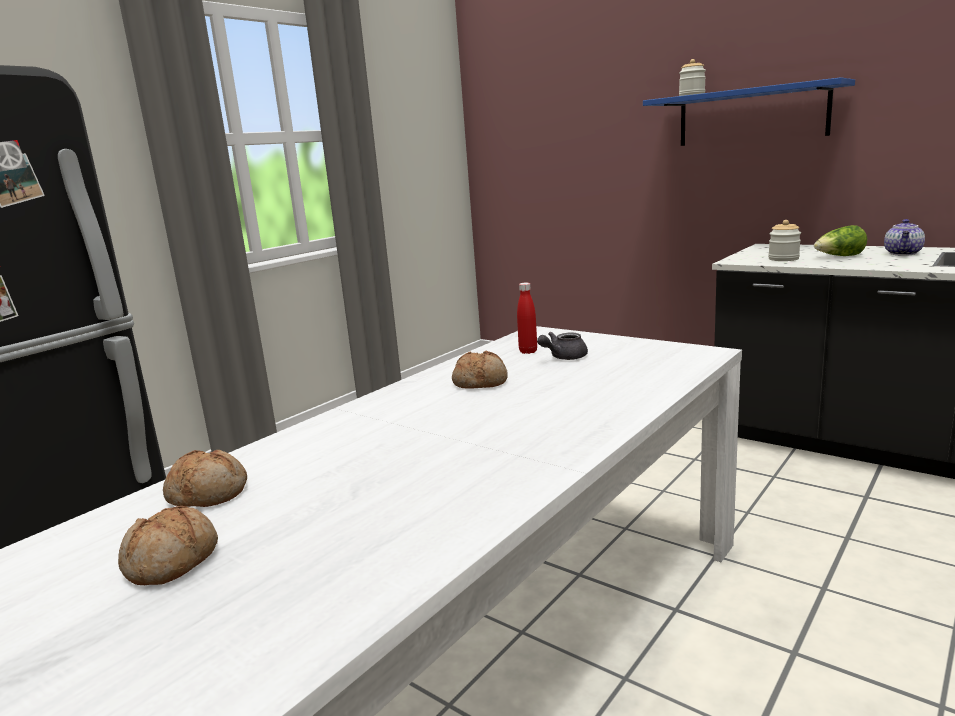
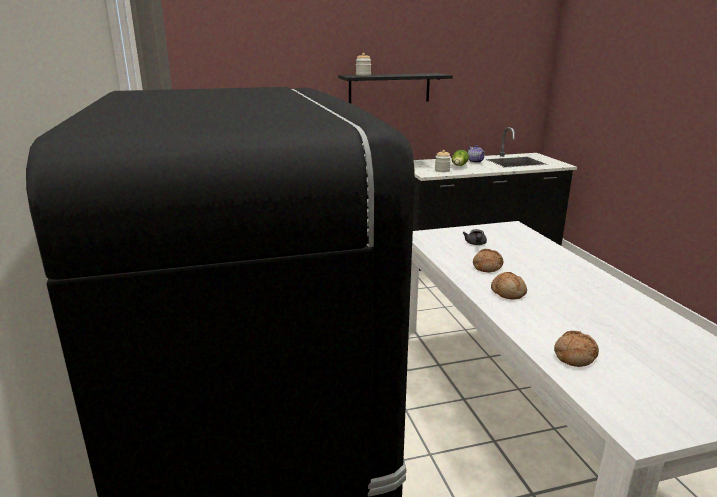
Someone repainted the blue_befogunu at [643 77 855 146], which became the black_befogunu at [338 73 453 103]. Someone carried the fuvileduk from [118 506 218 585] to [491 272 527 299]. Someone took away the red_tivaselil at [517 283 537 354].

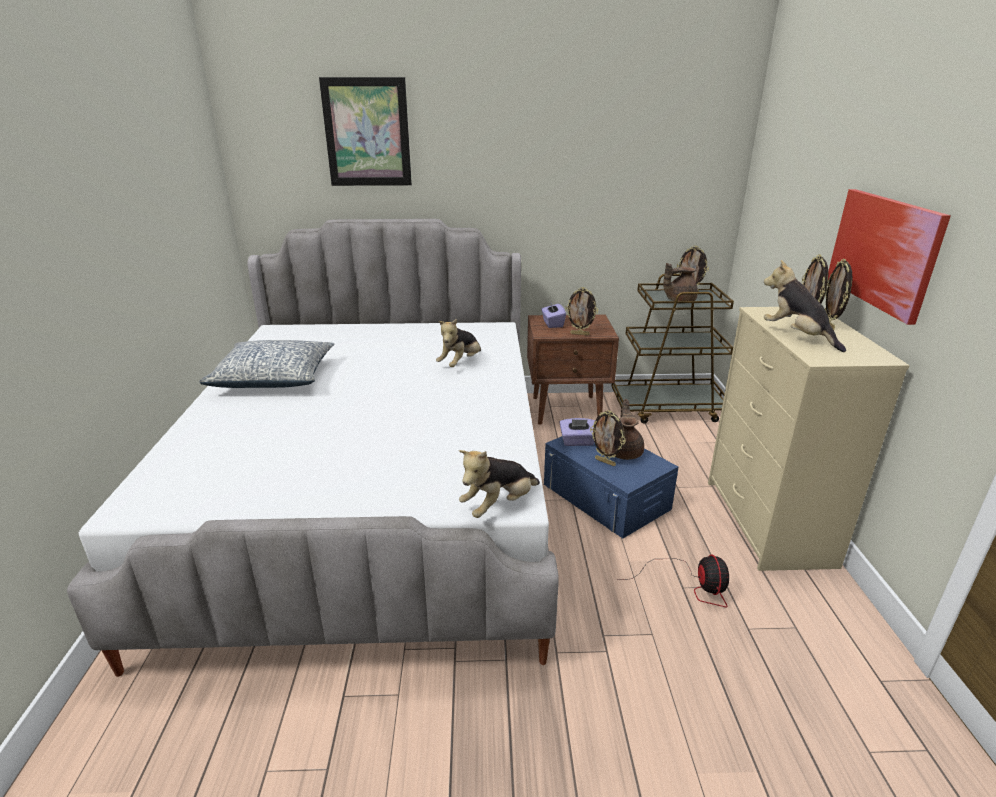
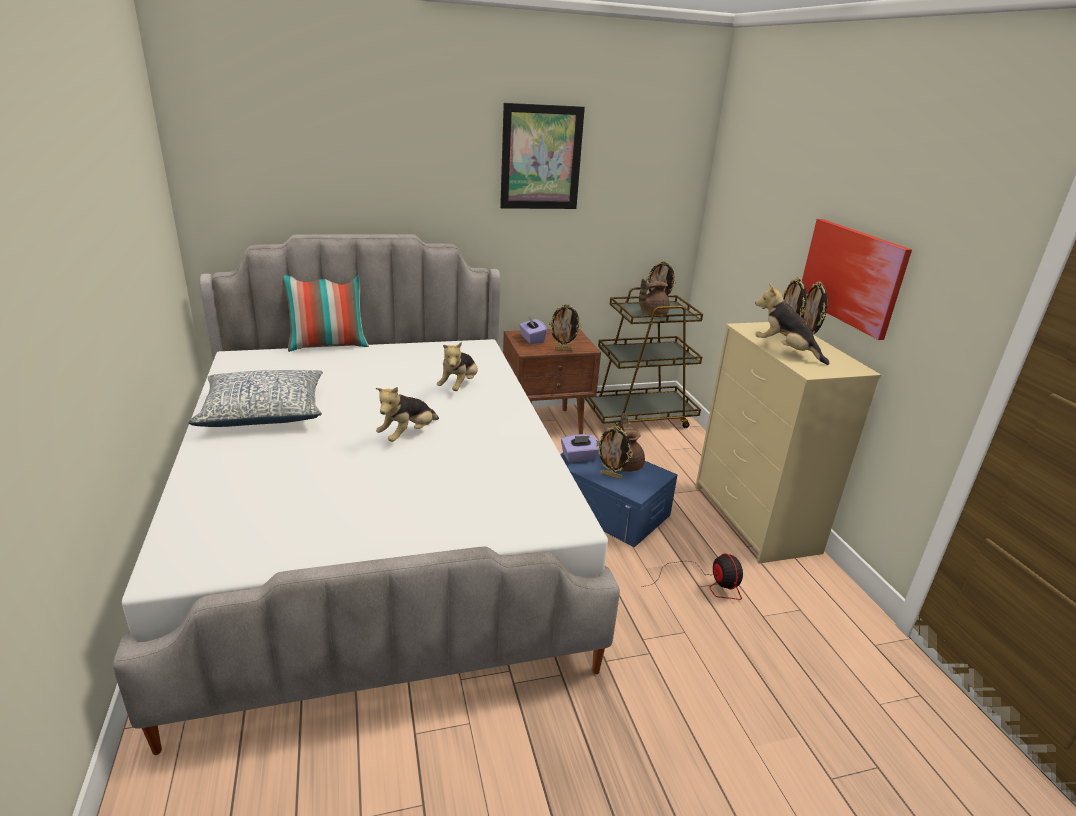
Someone put down the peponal at [282 275 369 352]. Someone carried the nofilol from [459 450 540 518] to [376 387 439 442]. Someone carried the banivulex from [319 77 412 186] to [500 103 585 209].

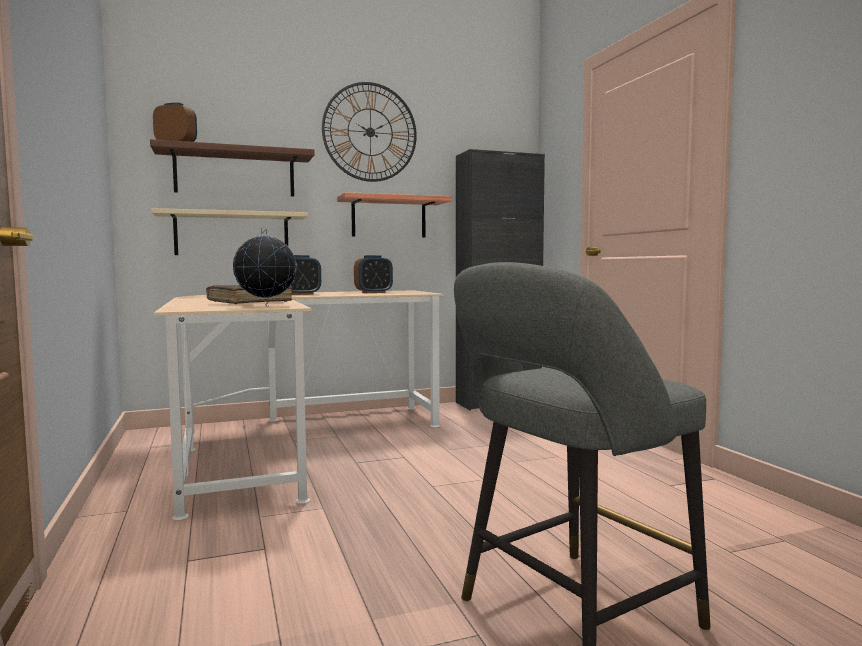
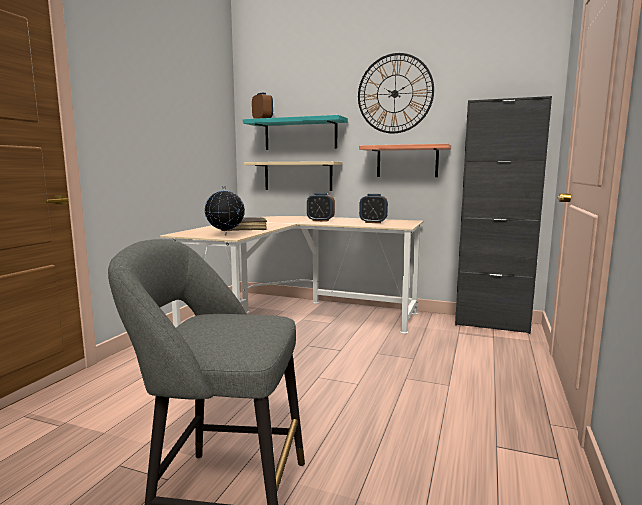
Someone repainted the brown_befogunu at [150 139 315 197], which became the turquoise_befogunu at [243 115 348 150].

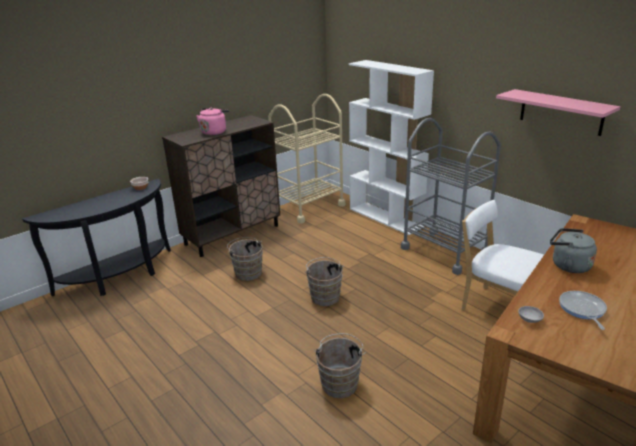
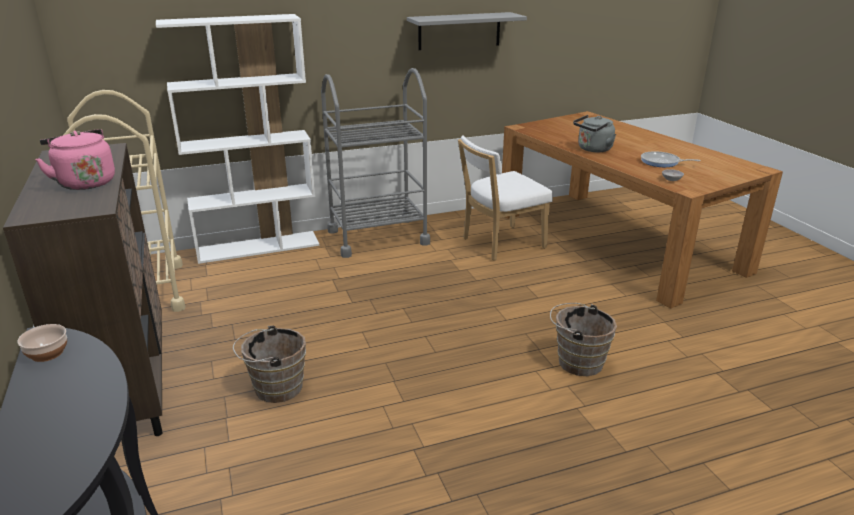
Someone repainted the pink_befogunu at [496 89 620 136], which became the grey_befogunu at [407 12 527 50]. Someone took away the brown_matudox at [305 257 344 306].

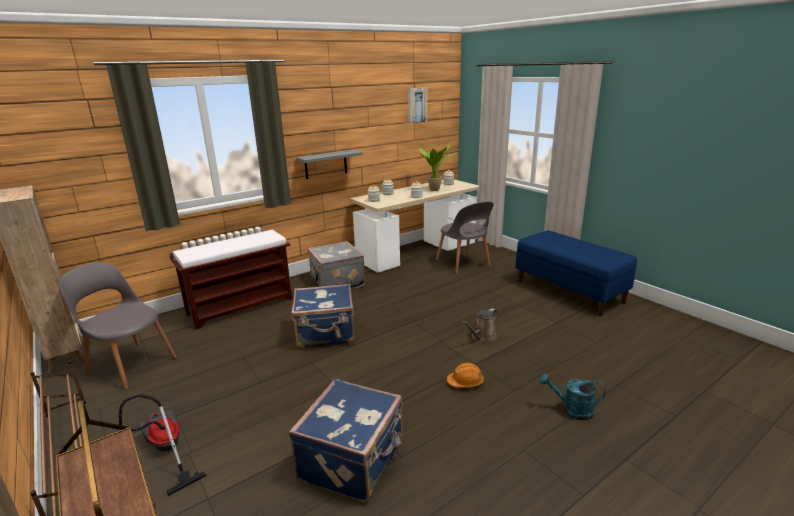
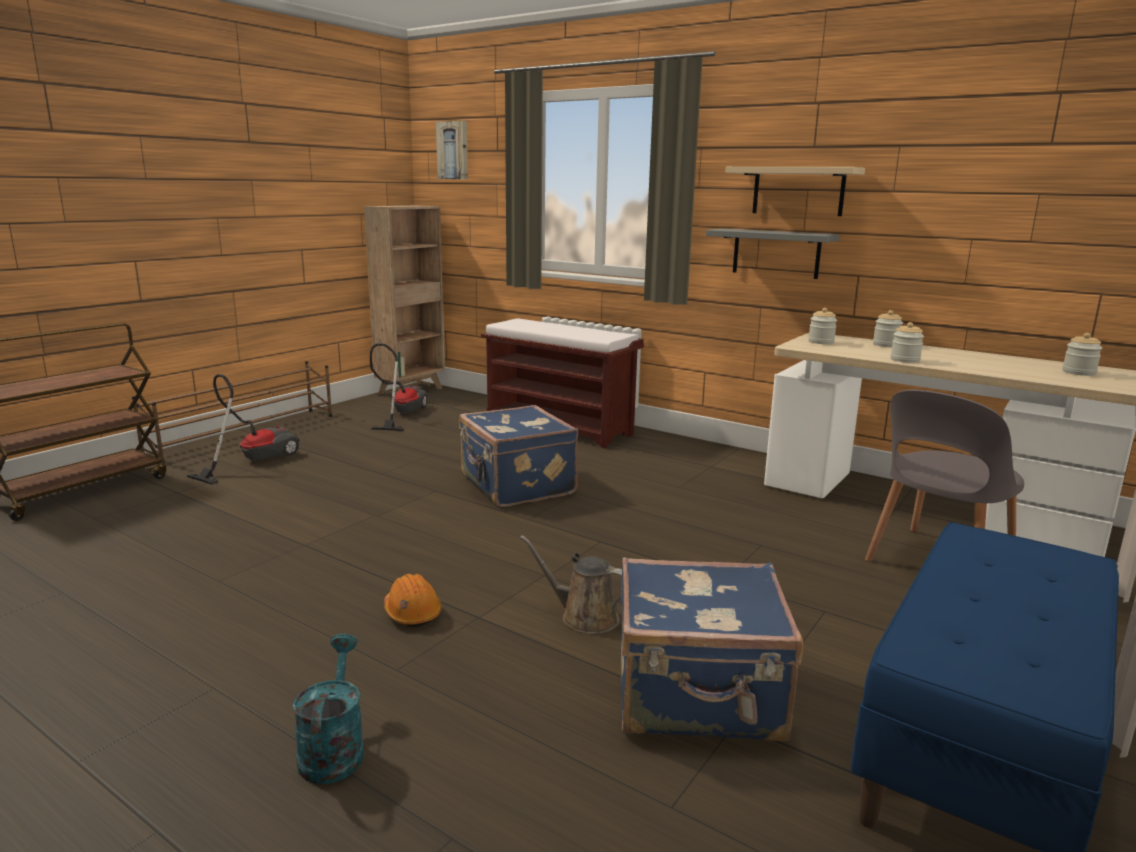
Someone swapped the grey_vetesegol at [59 262 177 390] for the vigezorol at [370 343 428 431]. Someone carried the banivulex from [408 87 428 123] to [436 121 468 180]. Someone carried the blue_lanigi from [289 379 403 502] to [620 557 803 742]. Someone put up the beige_befogunu at [725 167 865 216]. Someone took away the grey_lanigi at [308 241 366 289]. Someone took away the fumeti at [416 140 457 191].

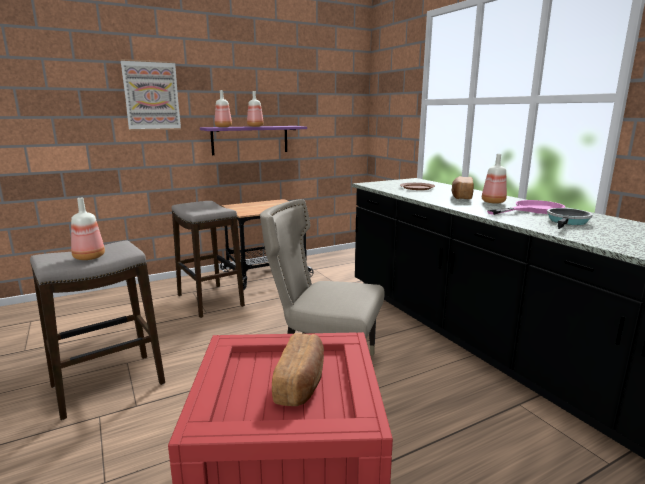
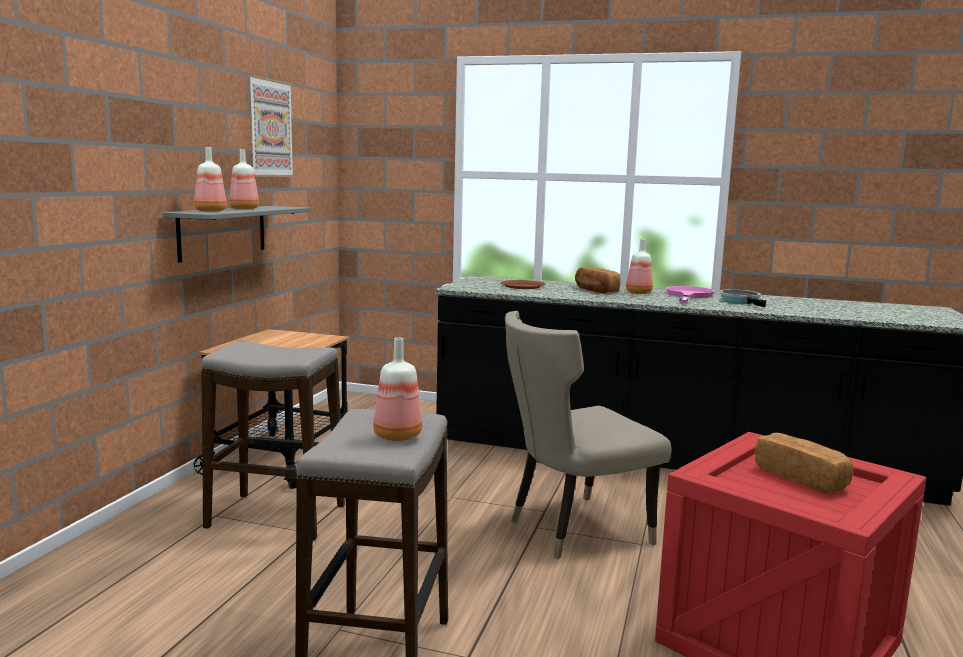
Someone repainted the purple_befogunu at [200 126 307 155], which became the grey_befogunu at [162 206 311 263]. Someone carried the banivulex from [121 59 181 131] to [248 75 295 177].

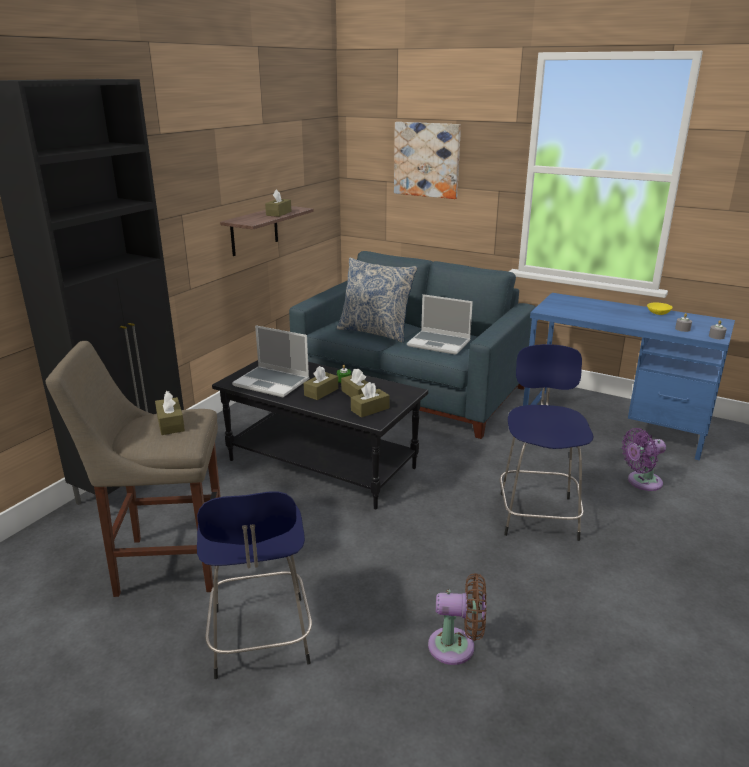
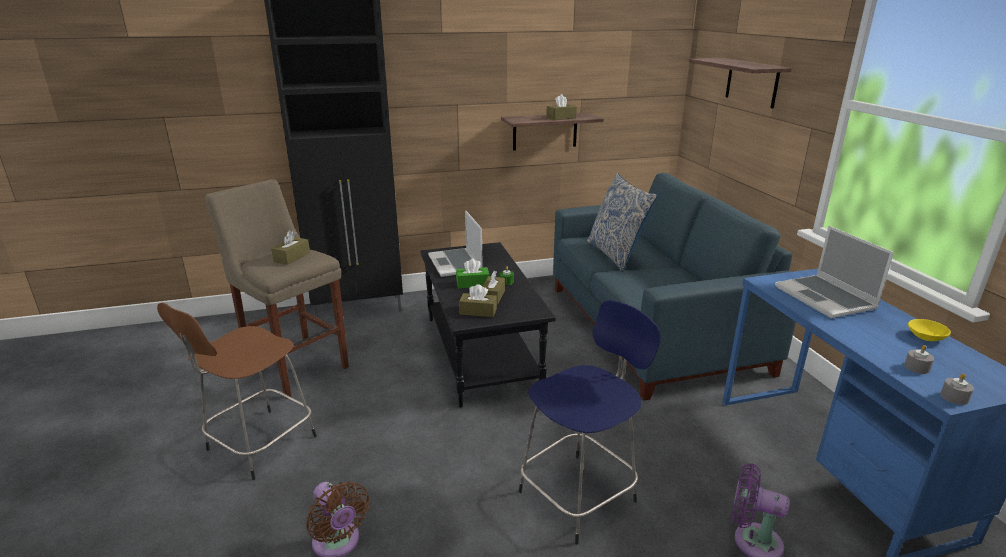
Someone repainted the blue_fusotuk at [197 491 312 679], which became the brown_fusotuk at [157 303 317 480]. Someone repainted the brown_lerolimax at [304 366 338 400], which became the green_lerolimax at [456 259 489 288]. Someone swapped the banivulex at [394 122 461 199] for the befogunu at [689 58 792 109]. Someone carried the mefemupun from [407 294 473 355] to [775 226 894 318].

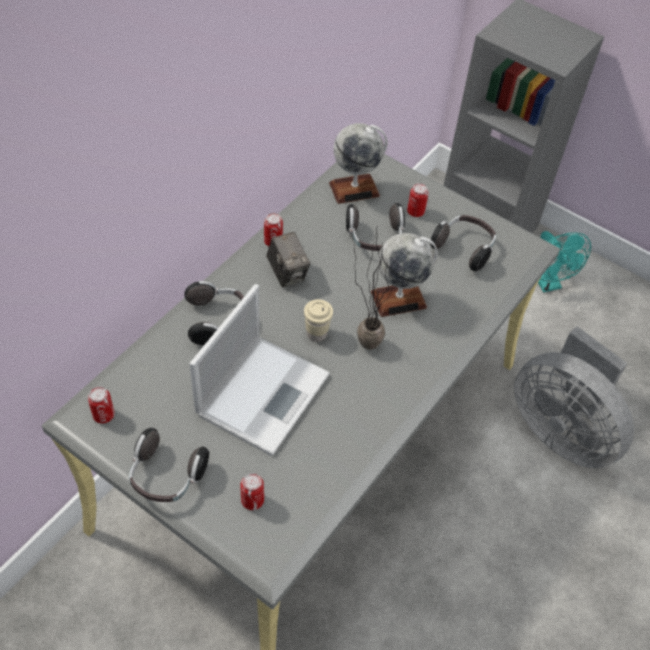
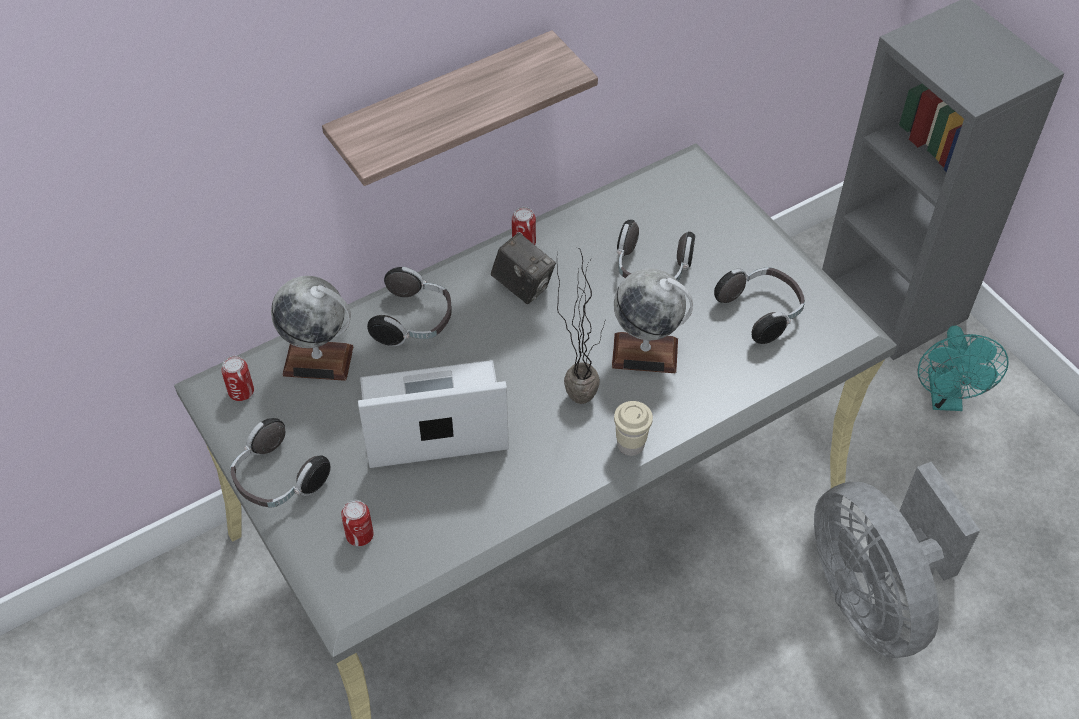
Someone carried the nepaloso from [329 123 388 204] to [271 276 354 381]. Someone put up the befogunu at [322 30 598 186]. Someone rotated the mefemupun at [189 284 330 456] by 150 degrees counterclockwise. Someone rotated the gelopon at [267 232 310 287] by 45 degrees counterclockwise. Someone carried the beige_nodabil from [304 299 333 342] to [614 401 653 456]. Someone took away the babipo at [407 183 429 217].

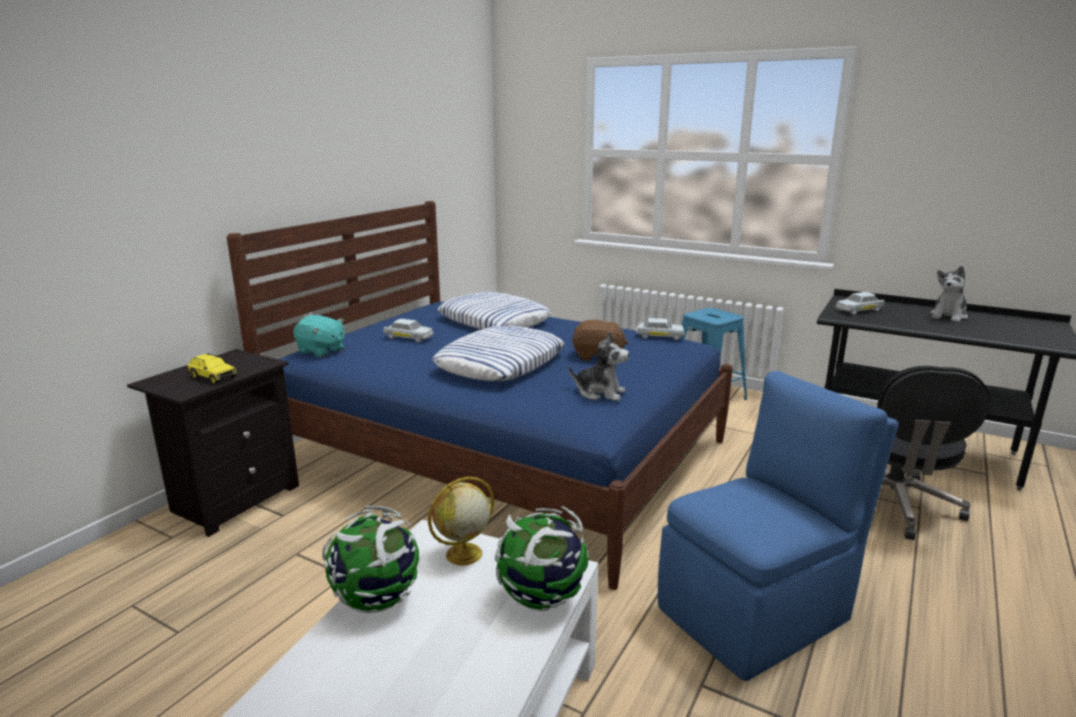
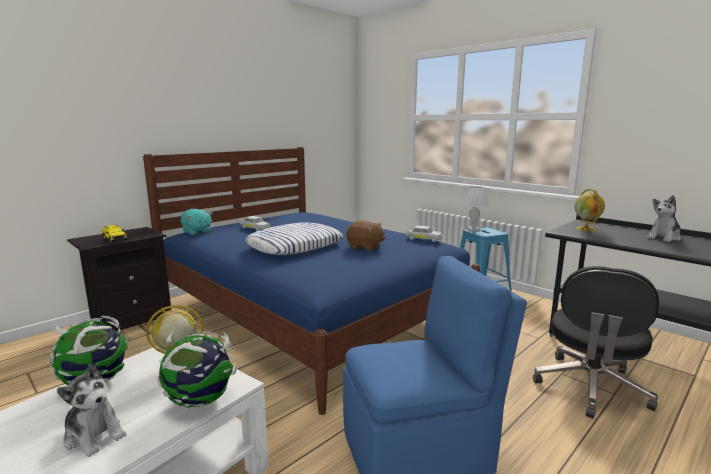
Someone carried the nofilol from [568 331 629 401] to [57 363 126 457]. Someone put down the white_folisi at [462 186 489 232]. Someone swapped the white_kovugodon at [835 292 885 315] for the nepaloso at [574 189 605 232]. Someone took away the peponal at [438 292 551 329].

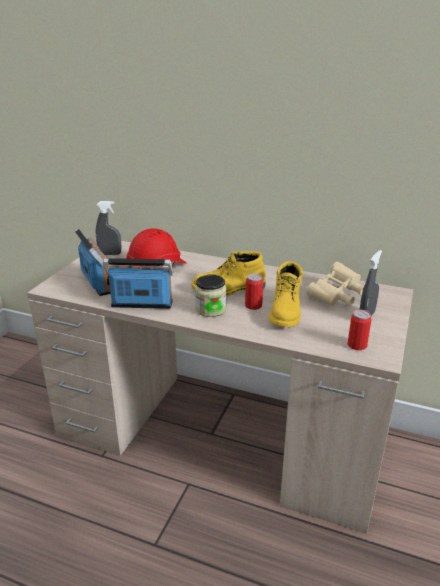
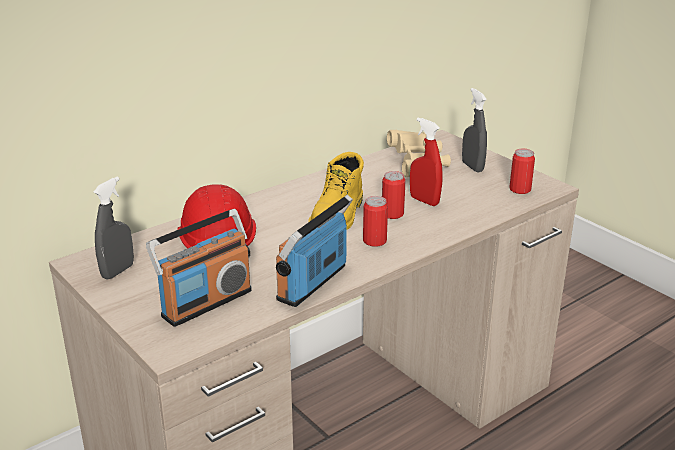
Someone rotated the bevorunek at [75 228 111 296] by 135 degrees clockwise. Someone swapped the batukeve at [195 274 226 317] for the babipo at [363 196 388 247]. Someone swapped the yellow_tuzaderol at [269 261 303 327] for the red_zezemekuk at [410 118 443 206].

